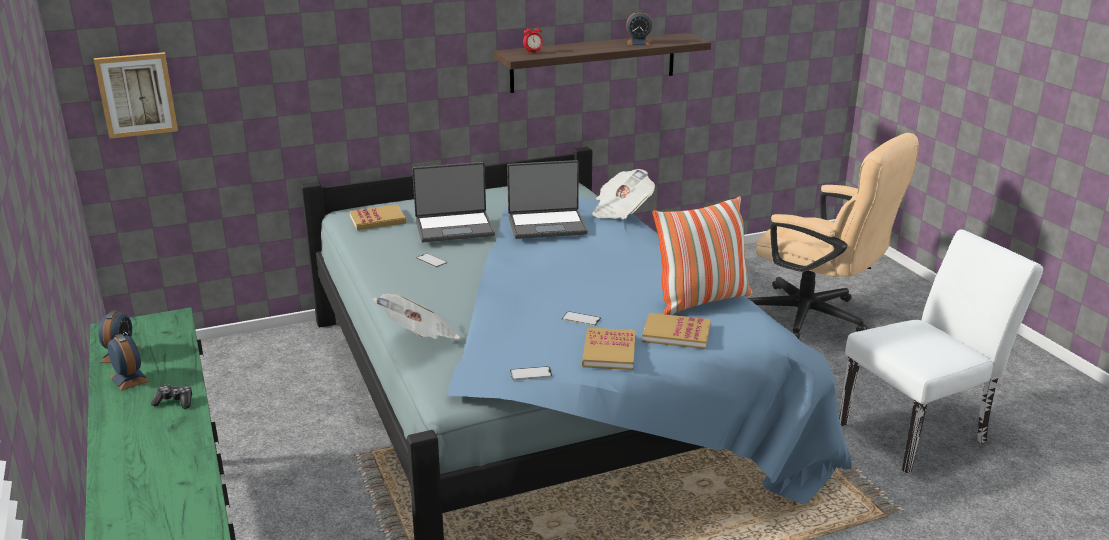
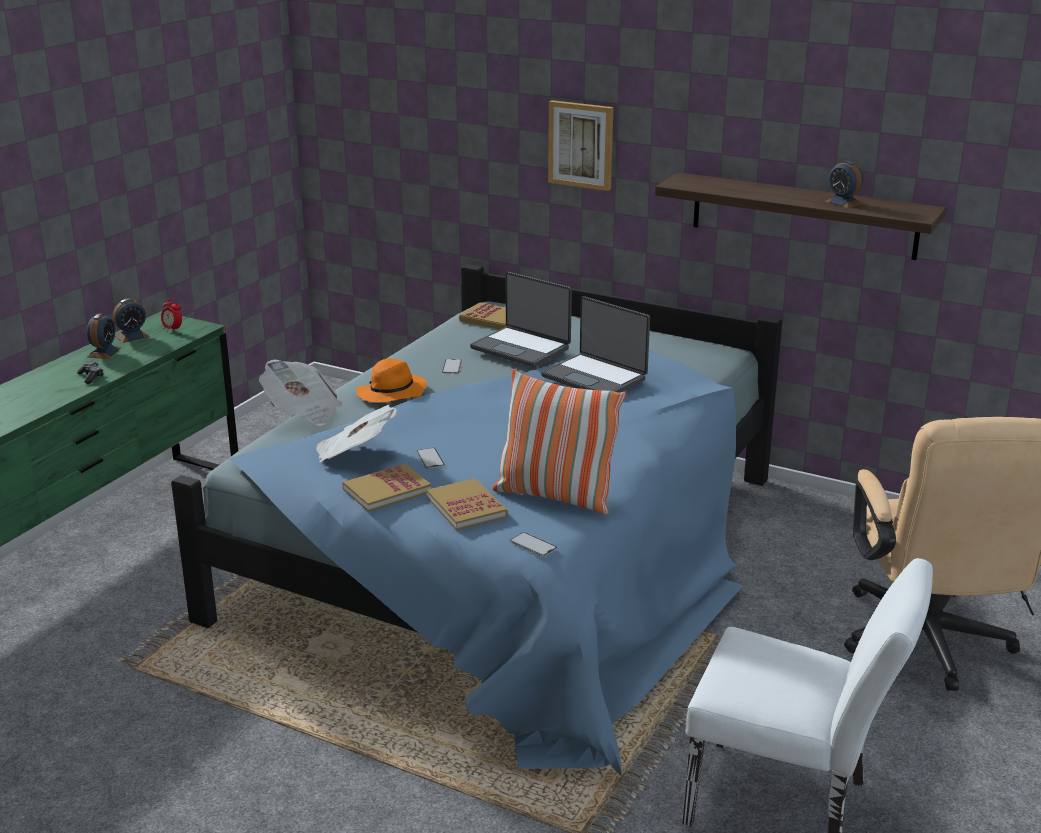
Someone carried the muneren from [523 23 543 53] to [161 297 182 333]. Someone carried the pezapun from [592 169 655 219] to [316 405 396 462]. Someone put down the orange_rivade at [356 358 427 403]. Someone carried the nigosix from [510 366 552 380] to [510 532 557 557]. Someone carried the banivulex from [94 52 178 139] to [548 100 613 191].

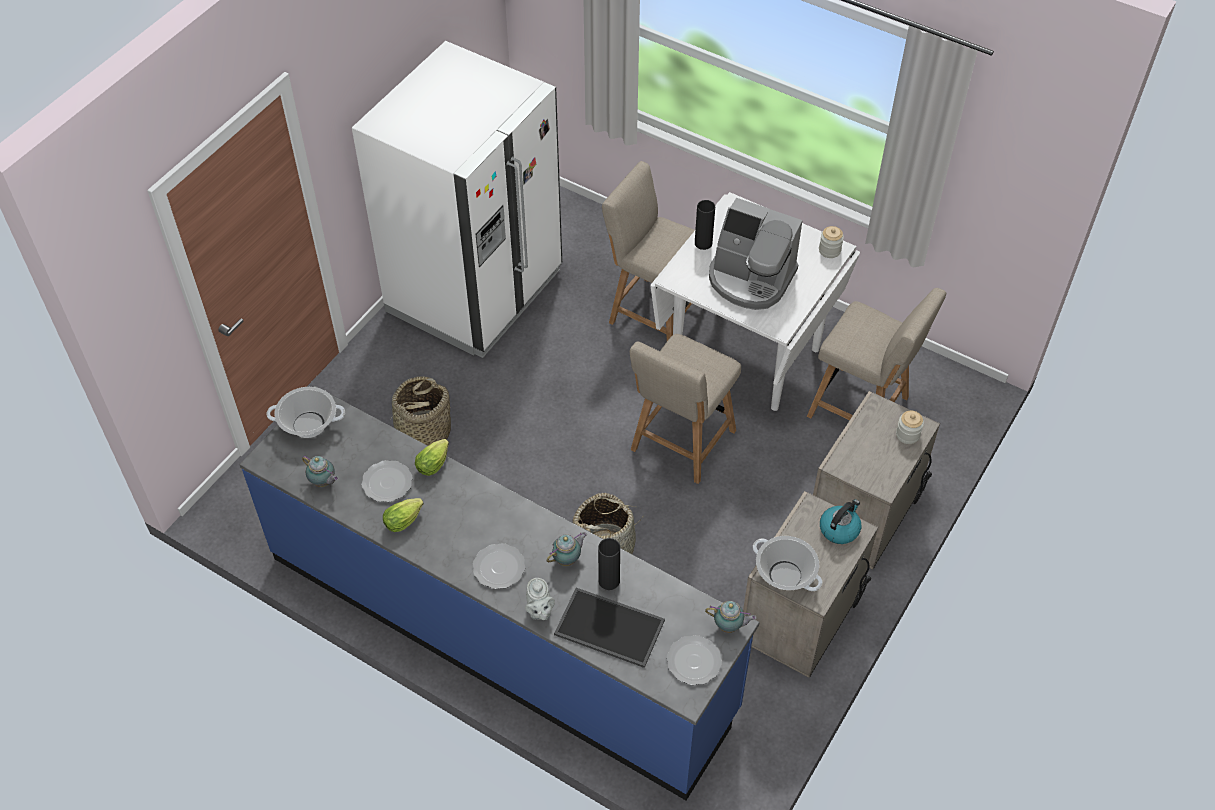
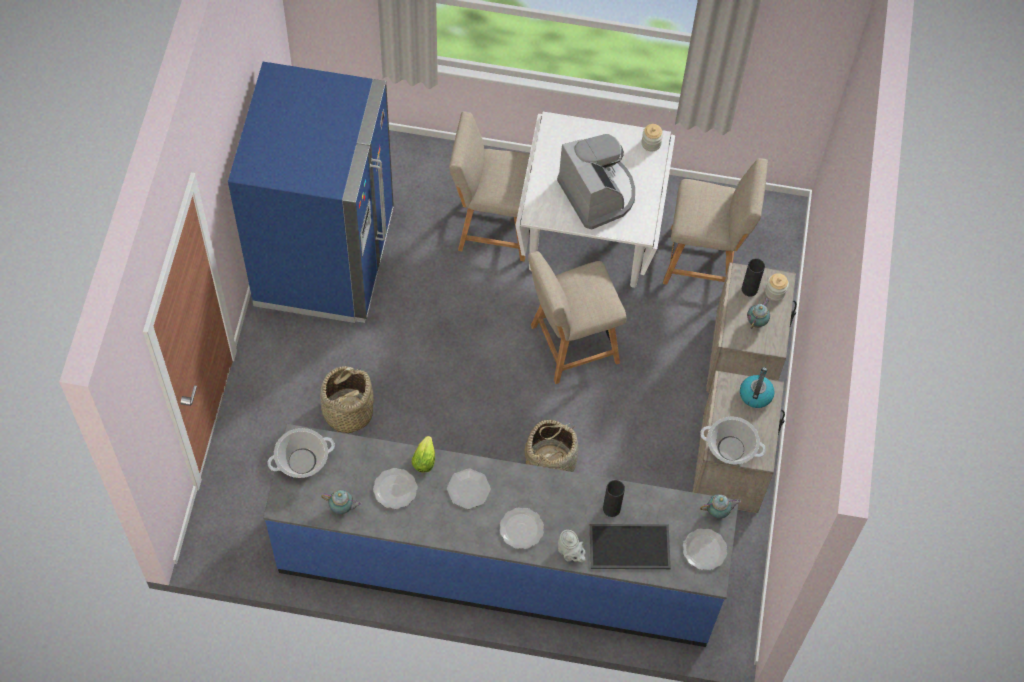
Someone repainted the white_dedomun at [352 41 562 358], which became the blue_dedomun at [228 62 394 323]. Someone put down the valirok at [447 468 491 509]. Someone rotated the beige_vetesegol at [630 334 741 484] by 60 degrees clockwise. Someone rotated the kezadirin at [709 198 802 310] by 120 degrees counterclockwise. Someone carried the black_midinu from [695 200 715 250] to [742 258 765 297]. Someone carried the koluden from [547 532 587 566] to [747 298 770 329]. Someone took away the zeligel at [383 498 424 532].

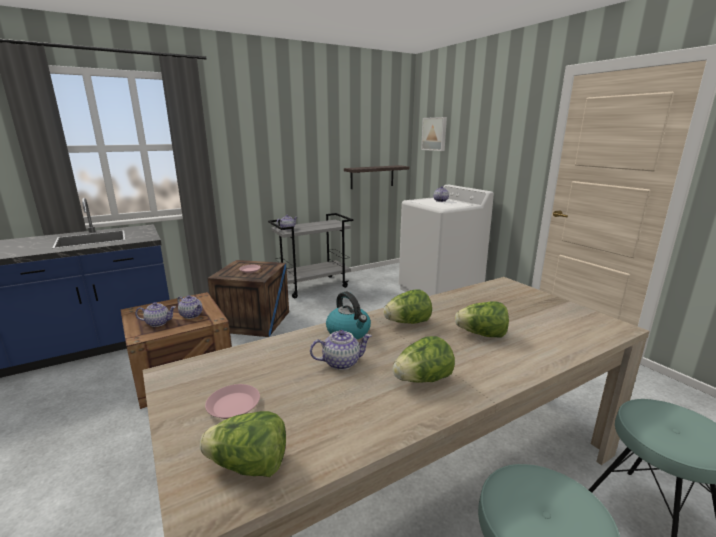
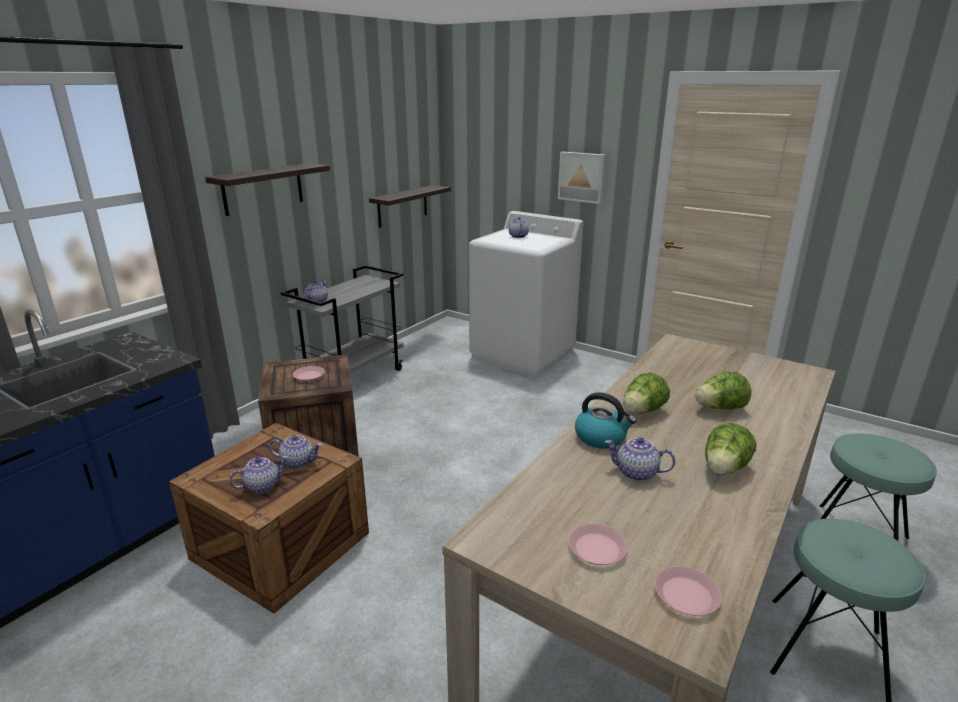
Someone put up the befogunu at [205 163 330 216]. Someone carried the banivulex from [421 117 447 151] to [558 152 606 204]. Someone rotated the koluden at [310 330 372 370] by 120 degrees counterclockwise. Someone swapped the zeligel at [200 411 286 477] for the pink_valirok at [655 566 722 616].

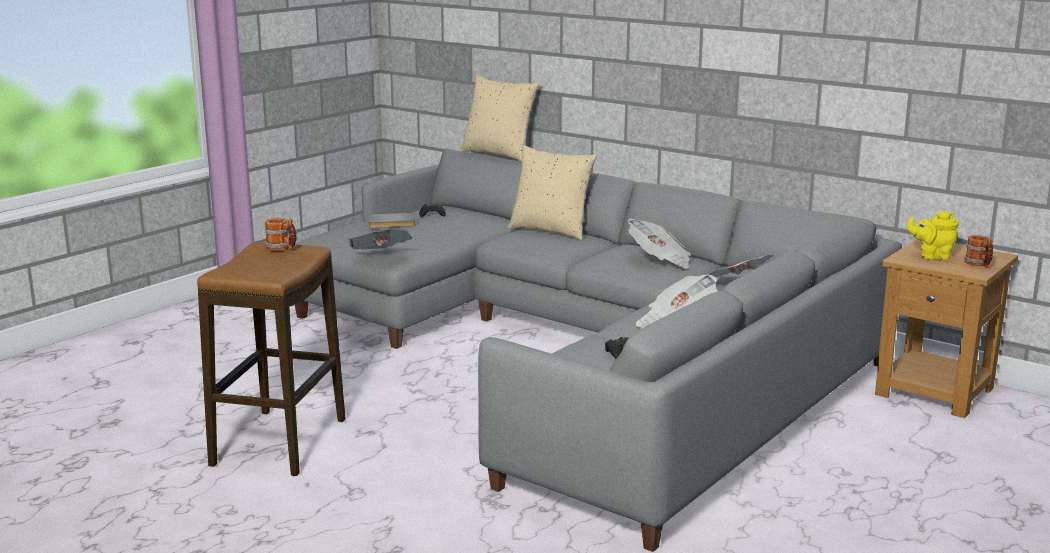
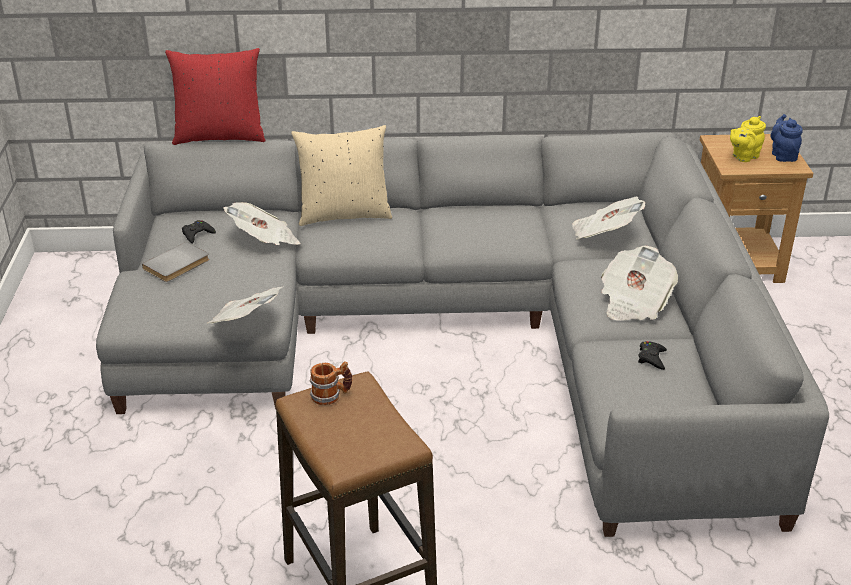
Someone repainted the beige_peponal at [461 75 539 161], which became the red_peponal at [165 48 265 145]. Someone carried the pezapun from [628 219 691 269] to [224 202 301 245]. Someone swapped the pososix at [964 235 993 267] for the blue_koluden at [770 114 803 162].

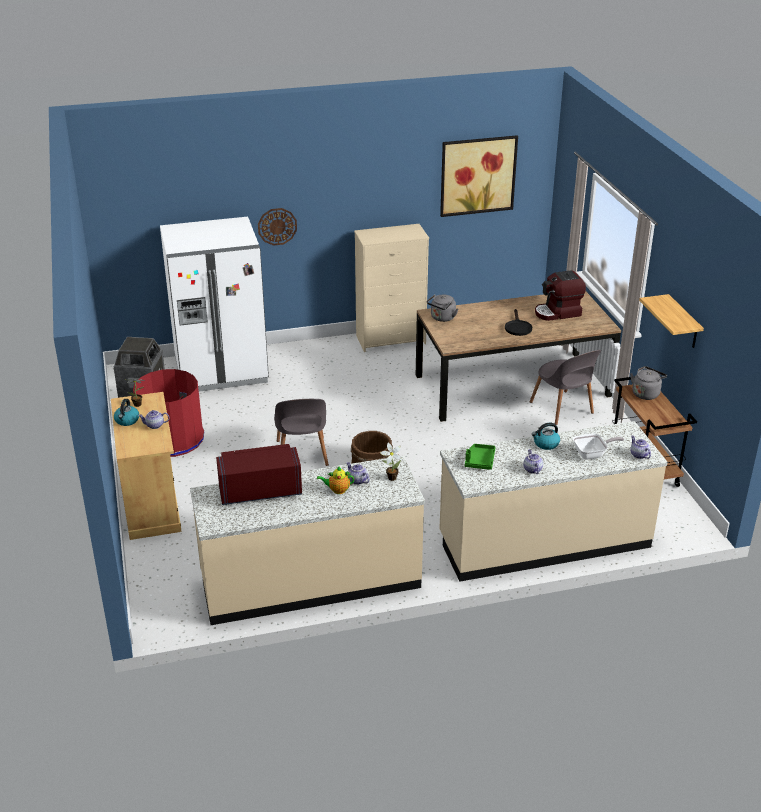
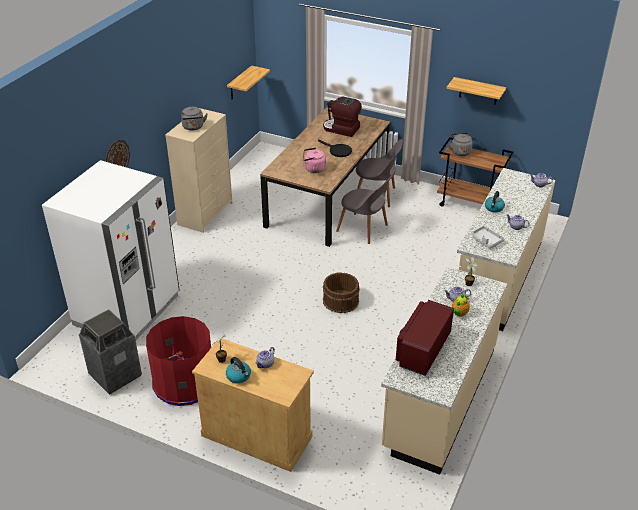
Someone carried the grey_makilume from [427 294 458 322] to [181 107 208 130]. Someone put up the befogunu at [227 65 270 99]. Someone put down the pink_makilume at [303 148 326 173]. Someone rotated the kezadirin at [535 270 586 321] by 90 degrees clockwise. Someone carried the grey_vetesegol from [274 399 329 466] to [336 175 392 244]. Someone repainted the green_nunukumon at [465 444 496 470], which became the grey_nunukumon at [472 226 504 249]. Someone took away the banivulex at [440 135 518 217]. Someone took away the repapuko at [573 434 624 460].

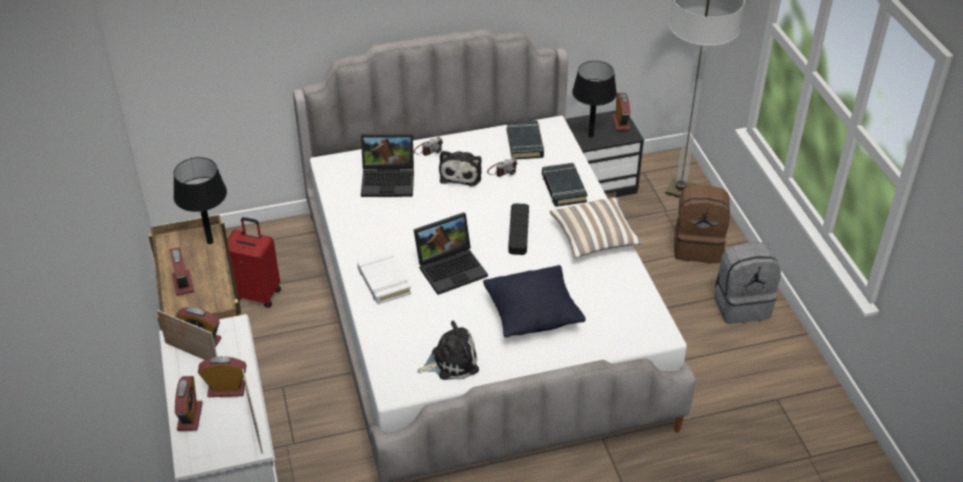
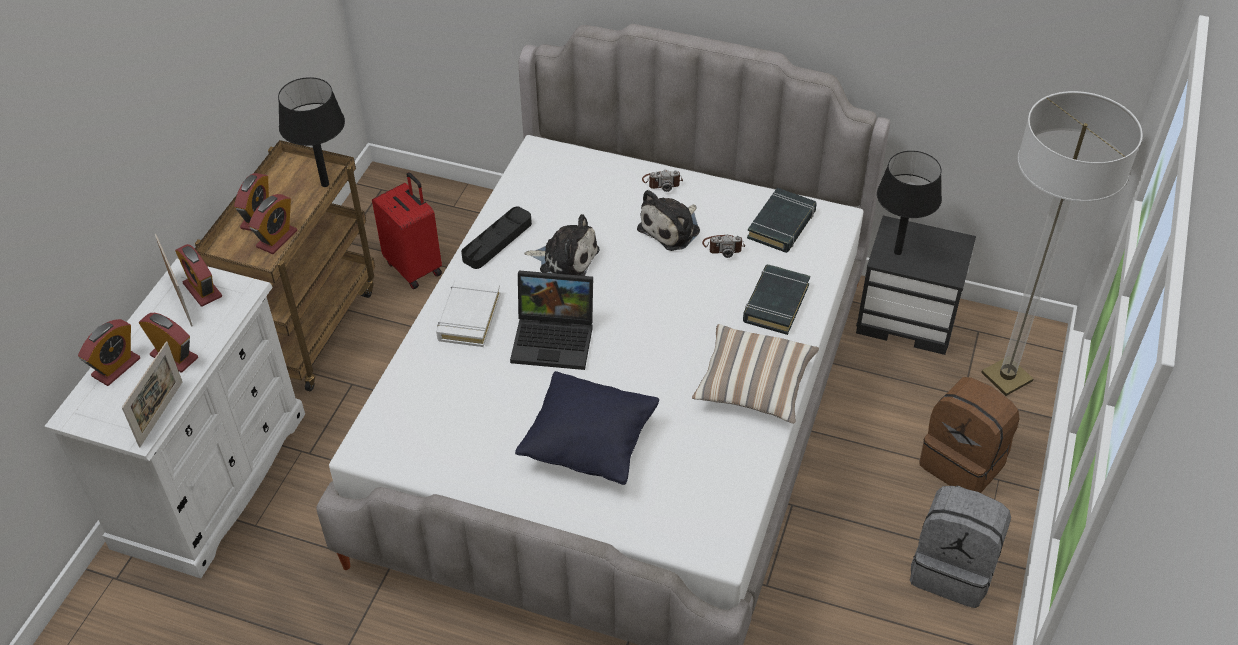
Someone carried the muneren from [612 93 631 131] to [249 194 297 254]. Someone carried the black_nunukumon from [508 203 529 255] to [461 207 532 269]. Someone carried the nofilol from [417 321 479 380] to [524 214 600 276]. Someone took away the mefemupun at [361 134 414 197].

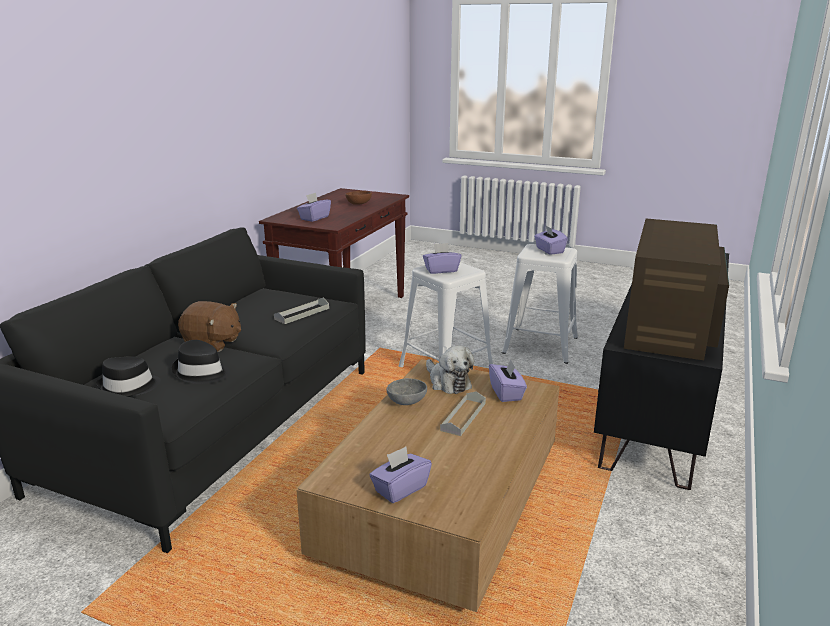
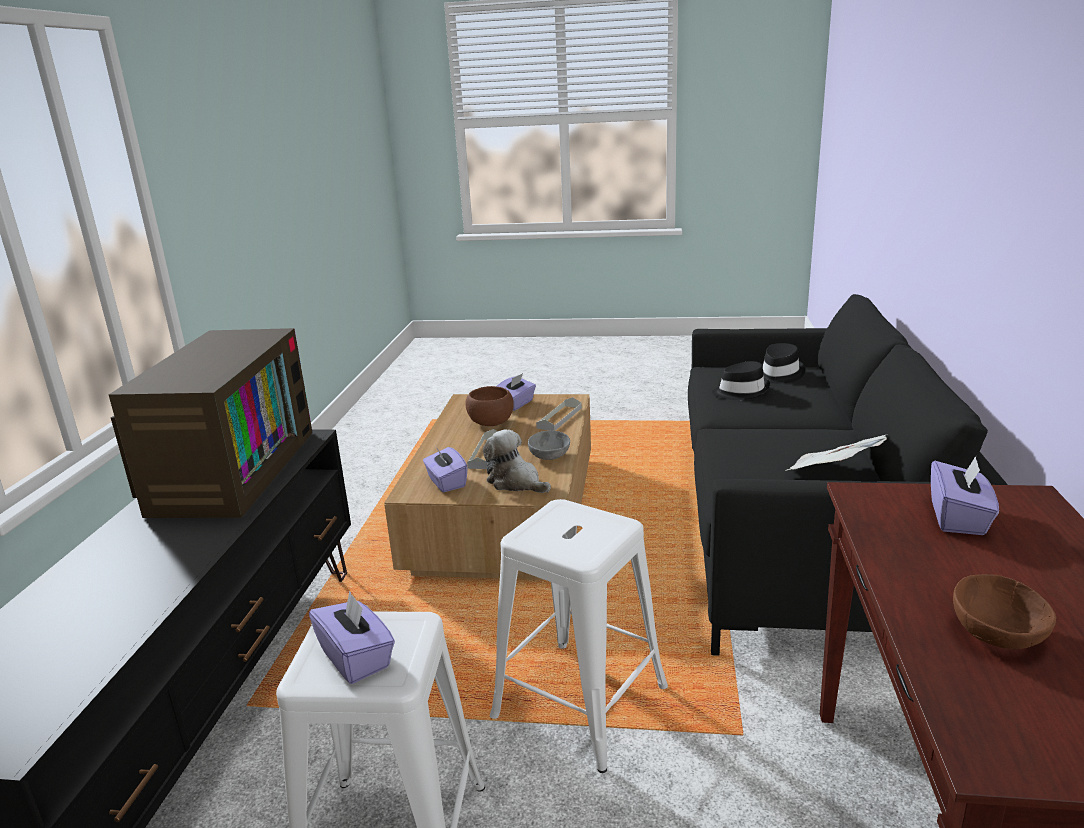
Someone put down the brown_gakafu at [465 386 514 426]. Someone carried the grey_nunukumon from [274 298 329 324] to [536 397 582 431]. Someone put down the pezapun at [785 434 888 471]. Someone took away the brown_nofilol at [178 301 241 352]. Someone took away the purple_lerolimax at [423 243 461 274].

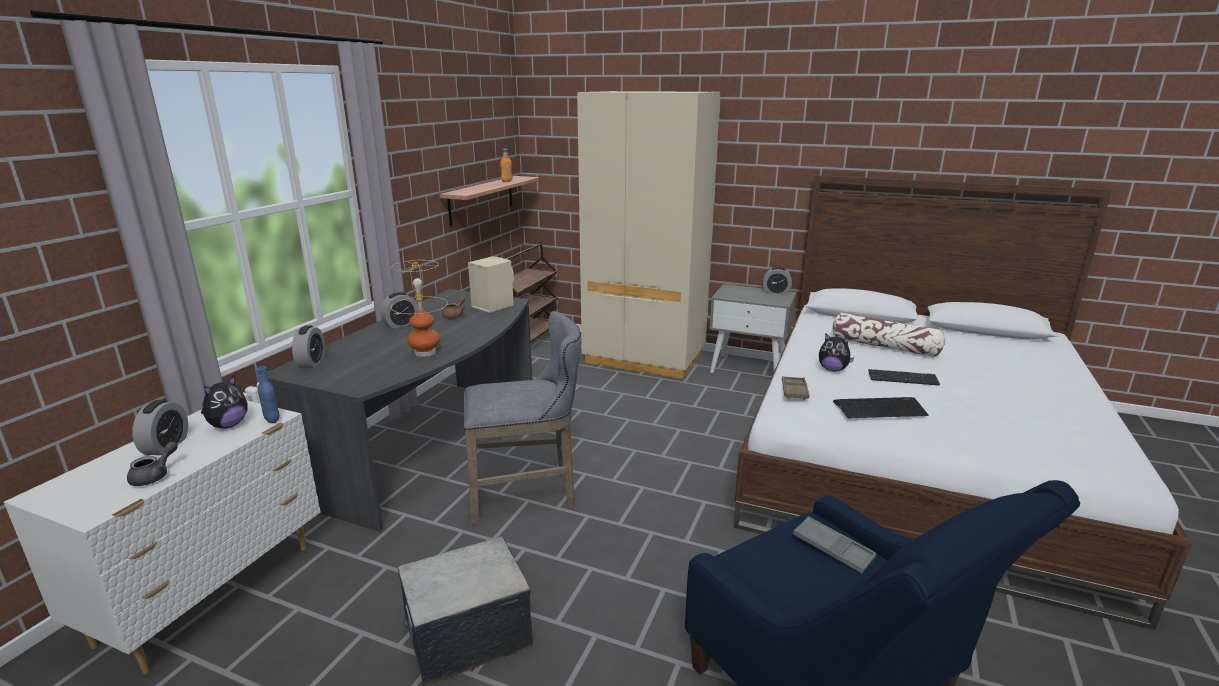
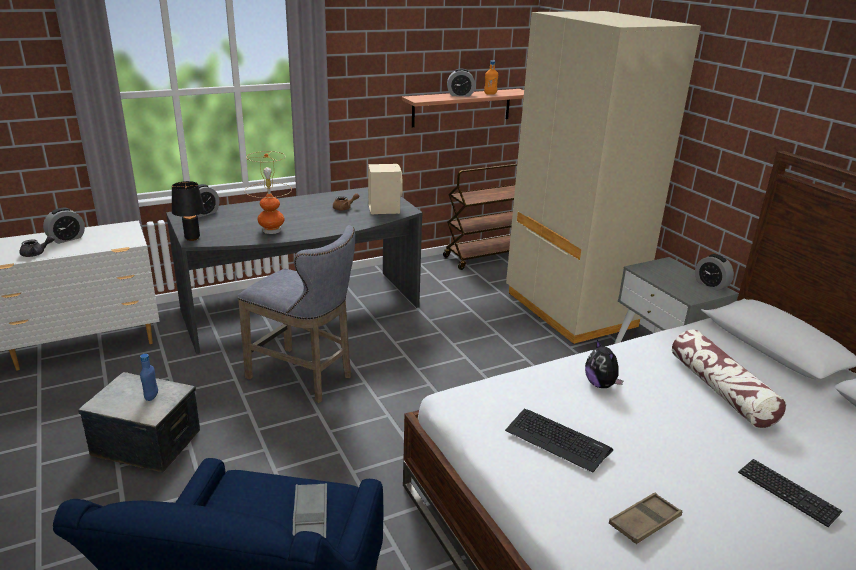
Someone carried the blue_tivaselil from [256 366 280 423] to [140 354 158 401]. Someone put down the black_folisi at [172 181 205 241]. Someone carried the muneren from [380 292 419 329] to [447 69 475 97]. Someone carried the brown_nunukumon from [782 376 809 400] to [609 493 682 544]. Someone carried the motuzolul from [868 369 940 386] to [738 459 843 527]. Someone took away the nofilol at [201 376 247 429].

